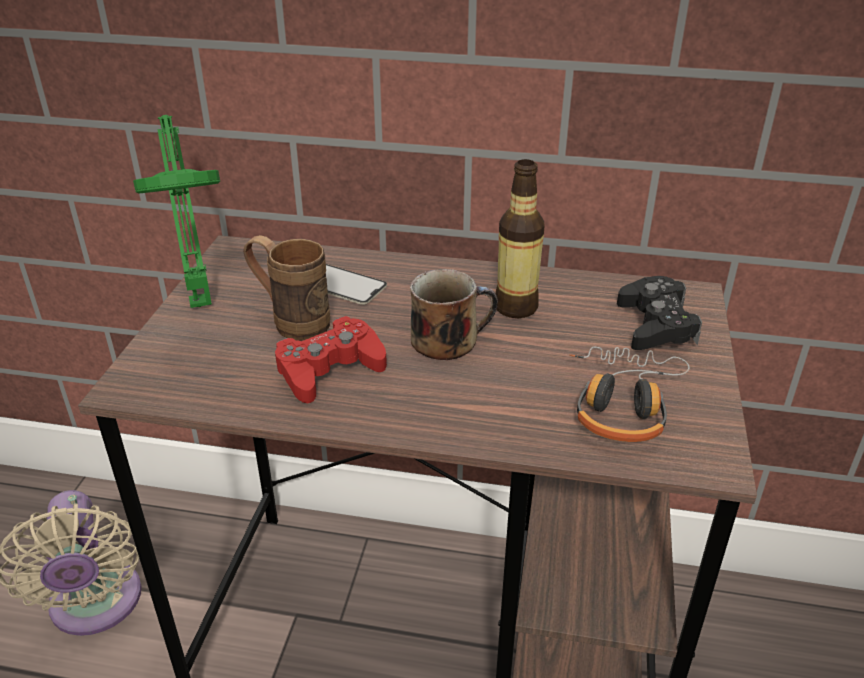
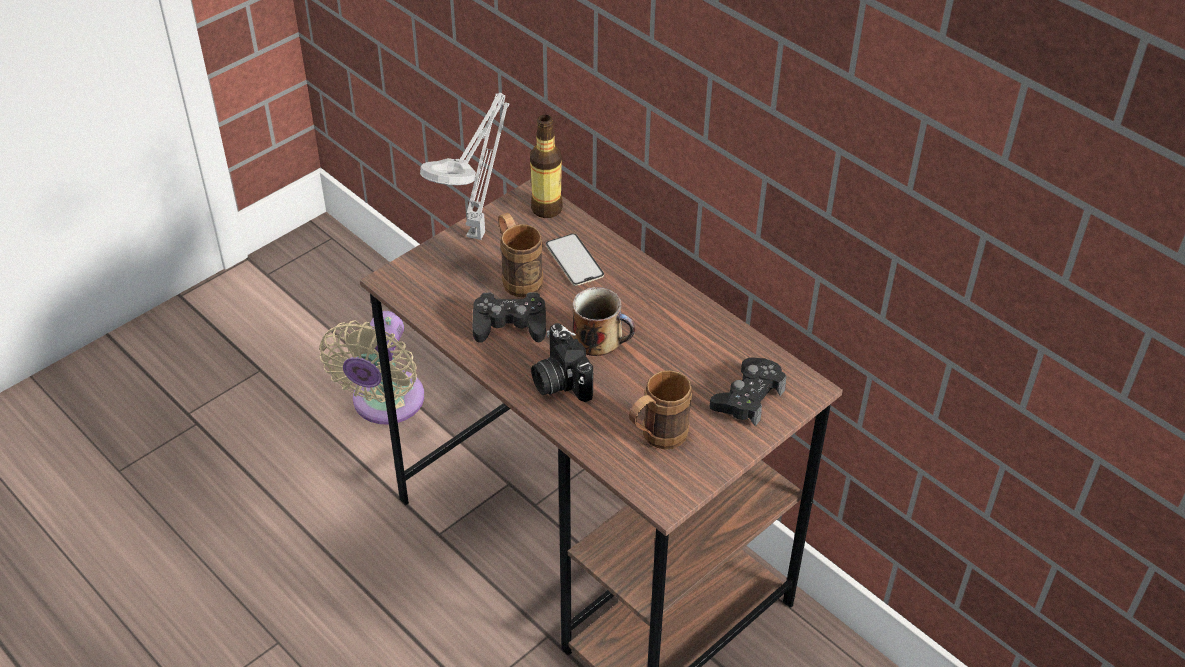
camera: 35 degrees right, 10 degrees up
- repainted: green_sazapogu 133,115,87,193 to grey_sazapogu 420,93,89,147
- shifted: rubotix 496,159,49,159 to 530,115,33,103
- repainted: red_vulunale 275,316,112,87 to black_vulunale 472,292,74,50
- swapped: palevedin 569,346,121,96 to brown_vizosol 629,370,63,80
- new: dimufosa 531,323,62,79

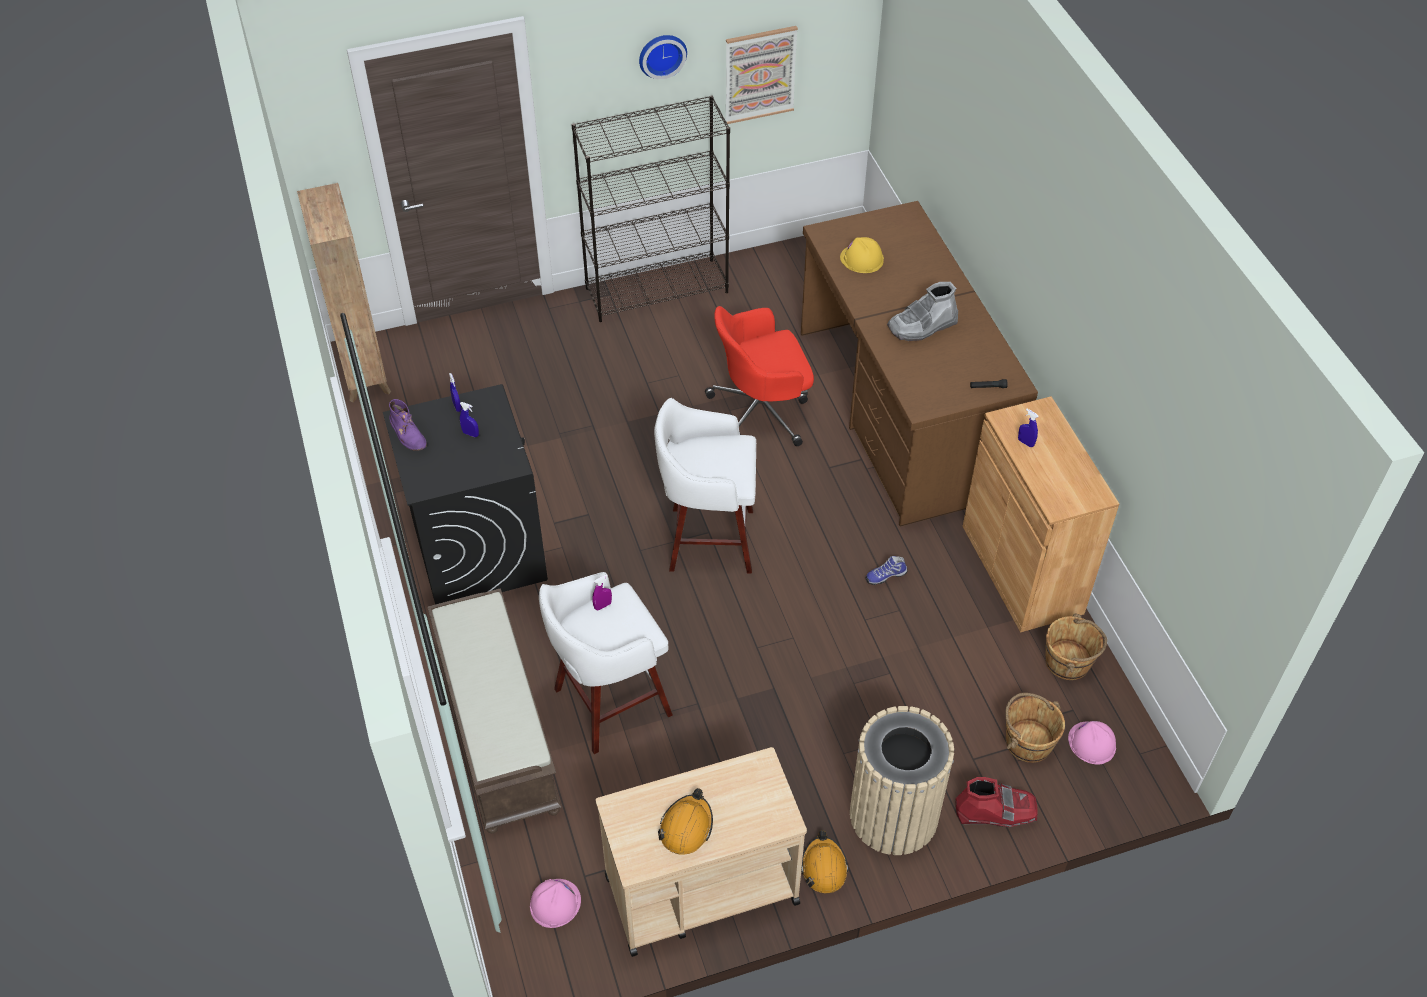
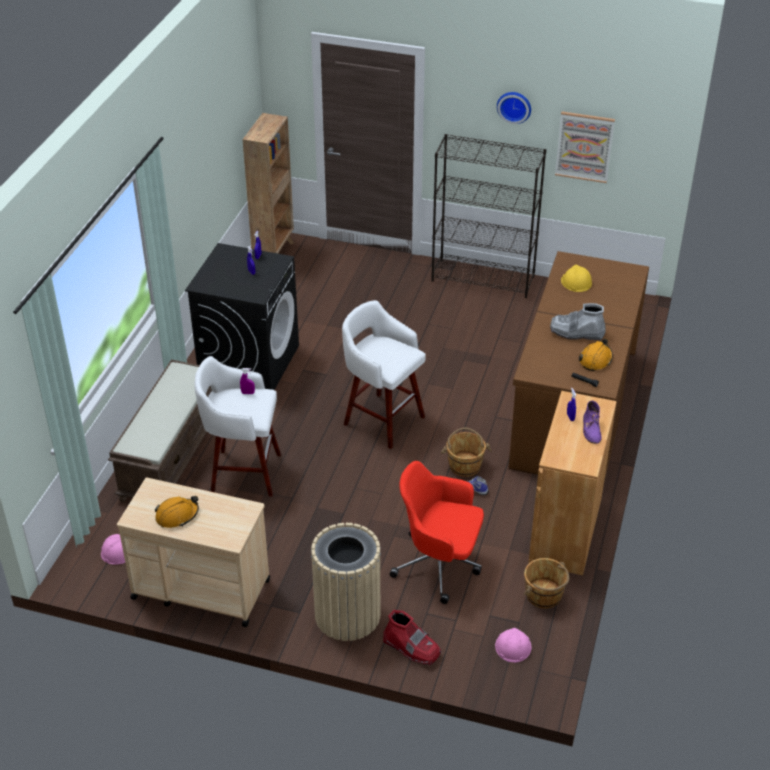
camera: 35 degrees right, 10 degrees down
- shifted: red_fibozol 705,306,109,140 to 390,461,94,143
- shifted: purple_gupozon 389,399,38,52 to 583,401,18,43
- shifted: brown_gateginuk 1005,693,60,70 to 440,428,52,49
- shifted: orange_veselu 801,830,48,63 to 579,339,34,32

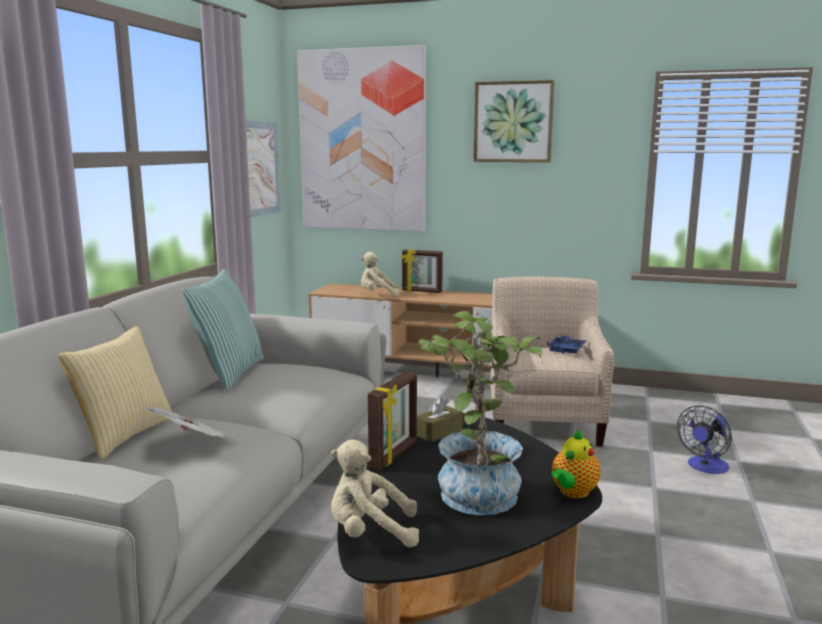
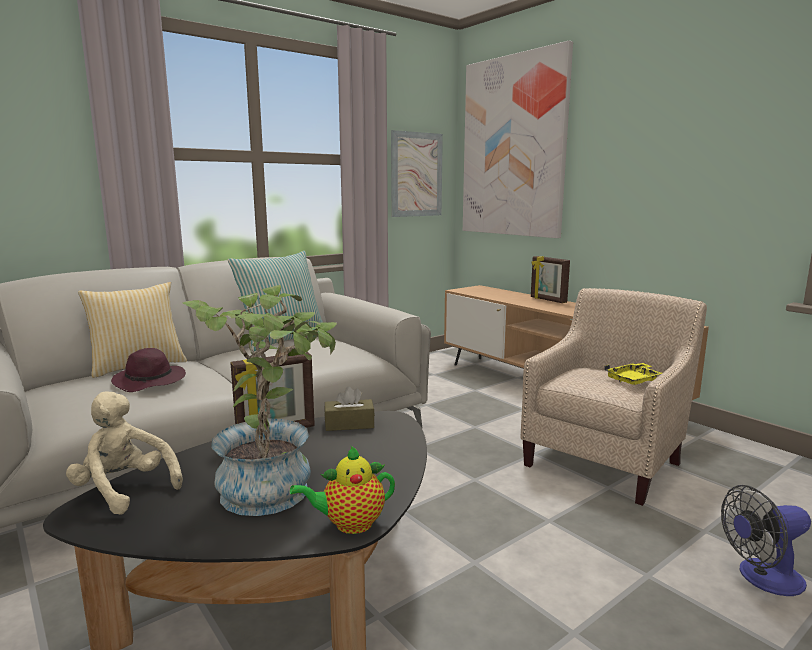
camera: 35 degrees right, 0 degrees up
- gone: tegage 473,80,81,82
- gone: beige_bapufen 361,252,38,45
- repainted: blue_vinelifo 547,335,40,19 to yellow_vinelifo 604,363,58,22
- swapped: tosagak 142,407,95,31 to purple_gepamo 111,348,75,44

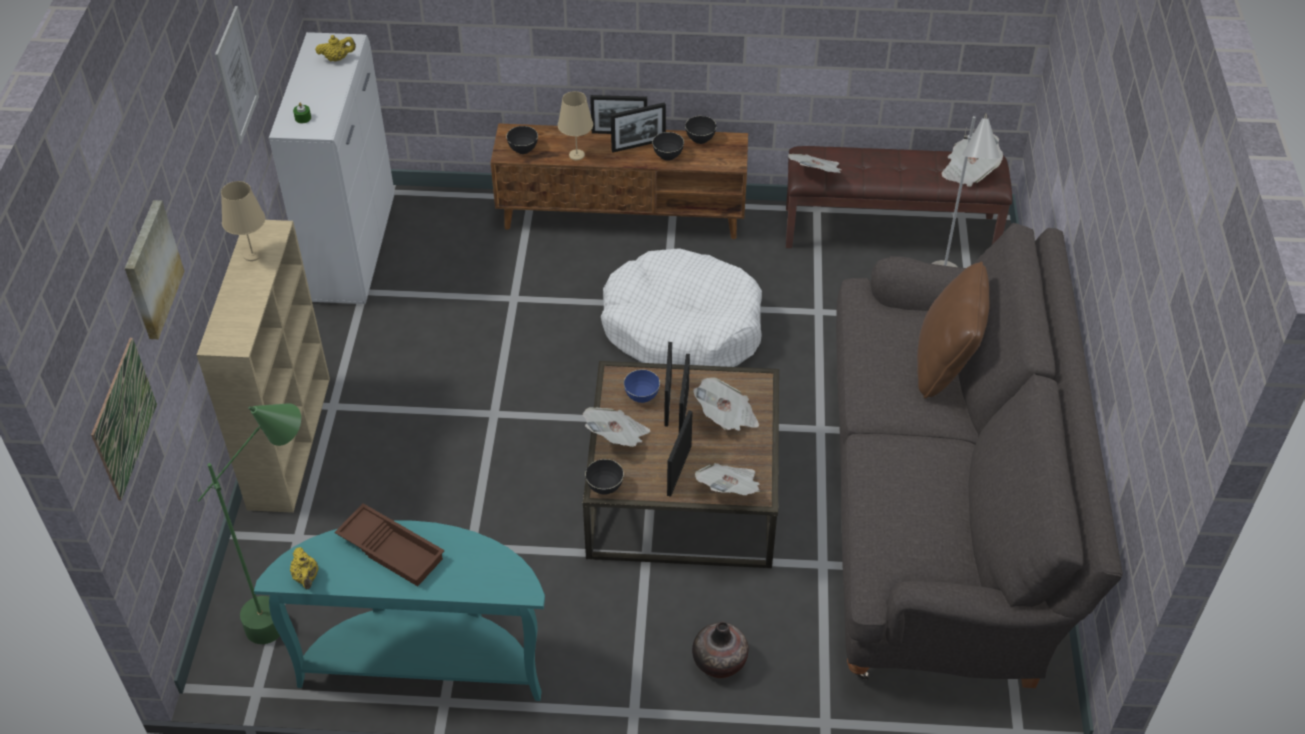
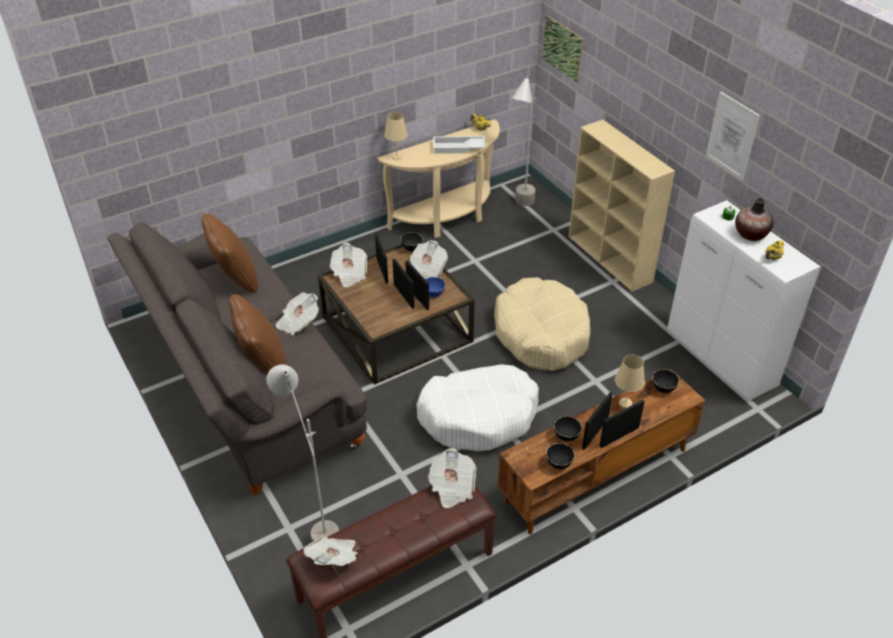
camera: 145 degrees right, 5 degrees down
- shifted: beige_sazapogu 221,181,44,80 to 384,112,24,48
- gone: tegage 125,200,59,139
- shifted: tosagak 693,378,66,53 to 276,292,43,43
- repainted: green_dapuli 198,403,103,241 to grey_dapuli 511,75,27,131
- repainted: brown_vinelifo 335,503,109,83 to white_vinelifo 433,136,53,18
- repainted: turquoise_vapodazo 254,521,291,180 to beige_vapodazo 377,119,123,119
- shifted: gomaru 692,622,56,56 to 735,198,39,43
- new: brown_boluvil 201,214,57,79
- new: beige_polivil 494,277,96,94

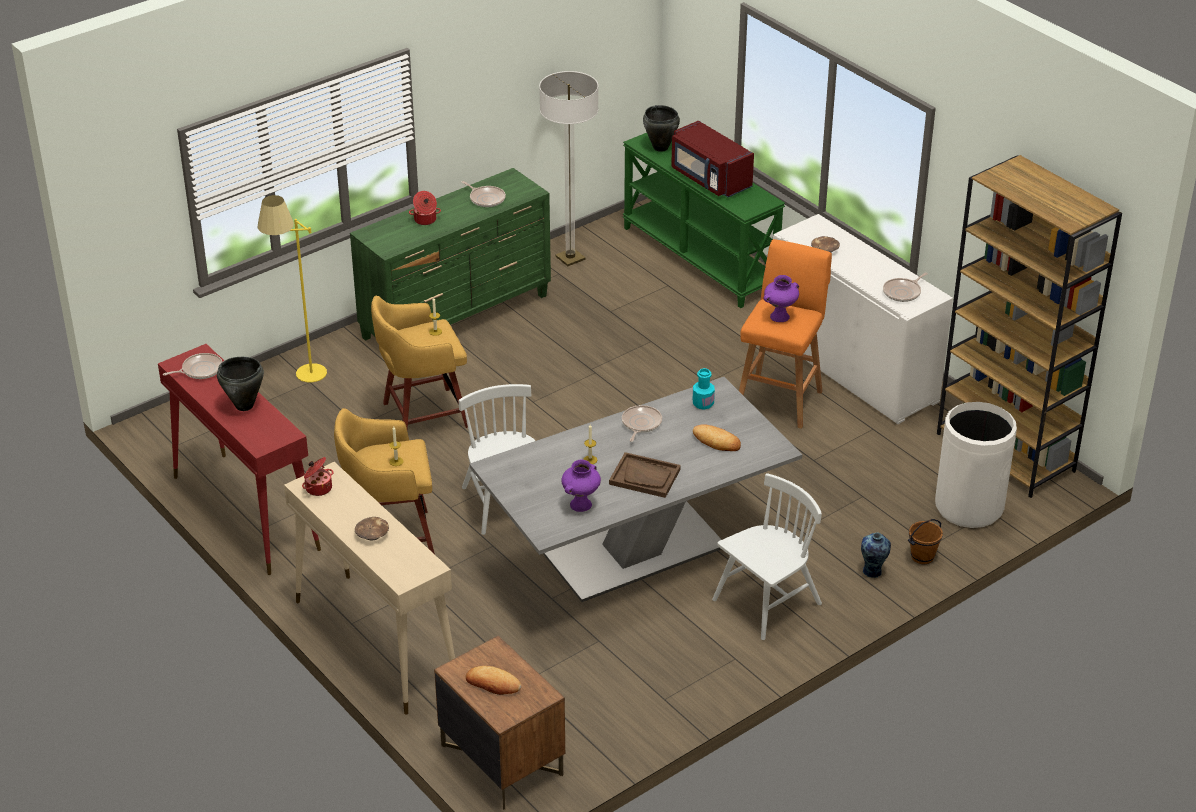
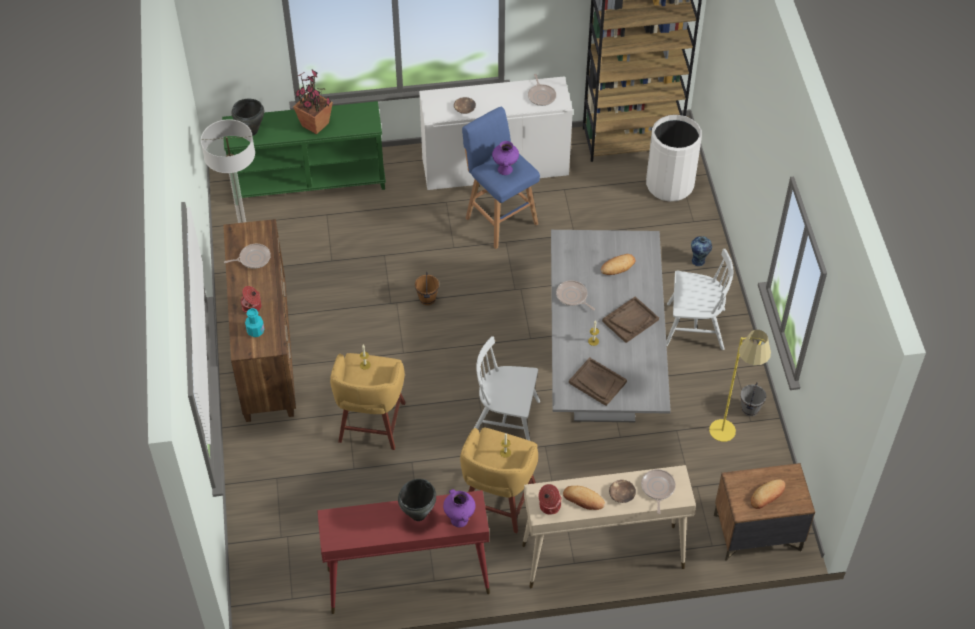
camera: 60 degrees left, 15 degrees up
- swapped: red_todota 671,121,83,76 to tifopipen 293,69,40,65
- repainted: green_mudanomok 350,168,201,173 to brown_mudanomok 223,219,73,203
- shifted: yellow_dapuli 258,195,69,187 to 709,330,62,112
- repainted: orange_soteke 739,239,93,190 to blue_soteke 462,107,78,142
- shifted: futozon 163,353,59,26 to 641,469,35,45
- shifted: turquoise_rubotix 693,368,22,42 to 245,308,19,29
- shifted: purple_gomaru 562,460,39,52 to 443,489,33,38
- rotated: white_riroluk 712,473,110,167 = 666,249,67,101 105 degrees clockwise
- shifted: brown_gateginuk 908,519,35,45 to 415,272,24,33
- new: brown_vinelifo 569,357,58,49
- new: grey_gateginuk 740,382,26,34
- new: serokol 563,486,42,24

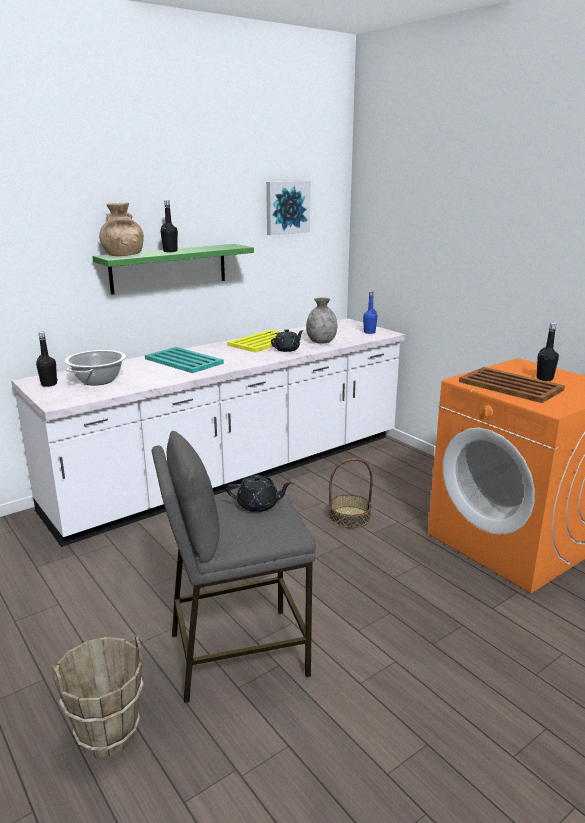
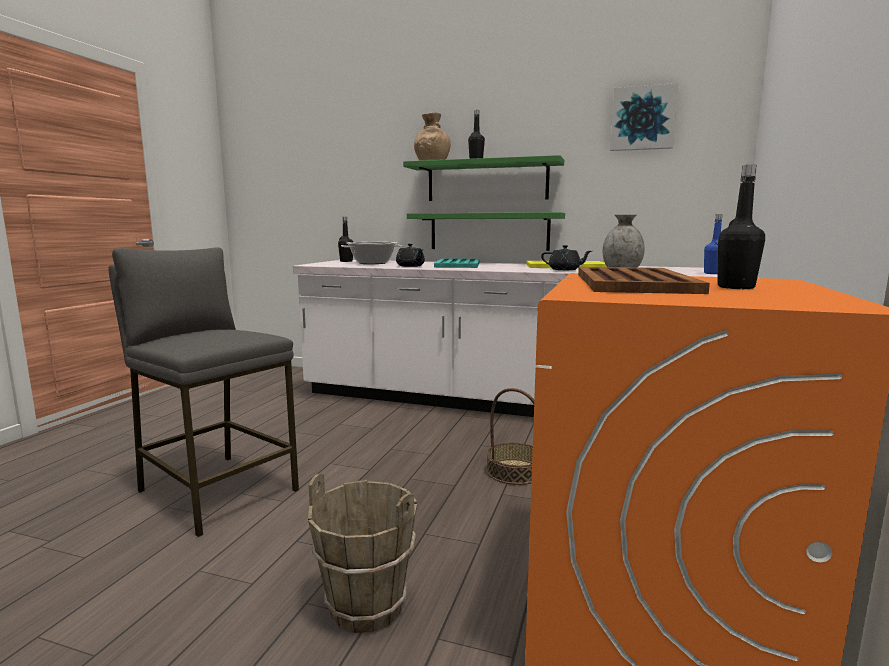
camera: 55 degrees right, 10 degrees down
- shifted: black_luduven 226,475,67,37 to 396,244,29,23
- shifted: brown_gateginuk 51,635,93,122 to 308,474,109,159
- new: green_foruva 407,212,158,39

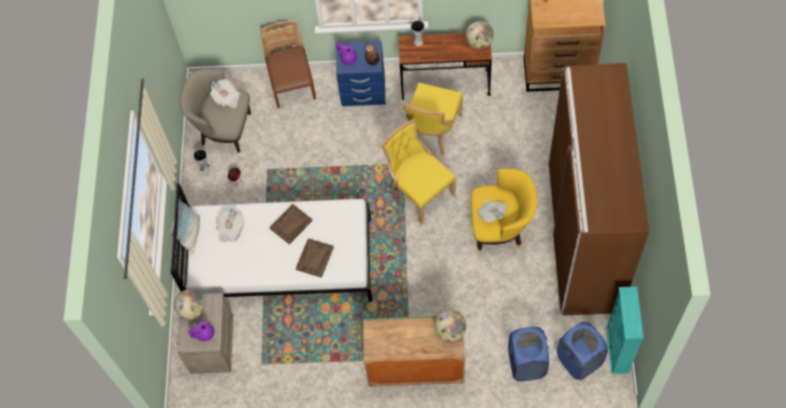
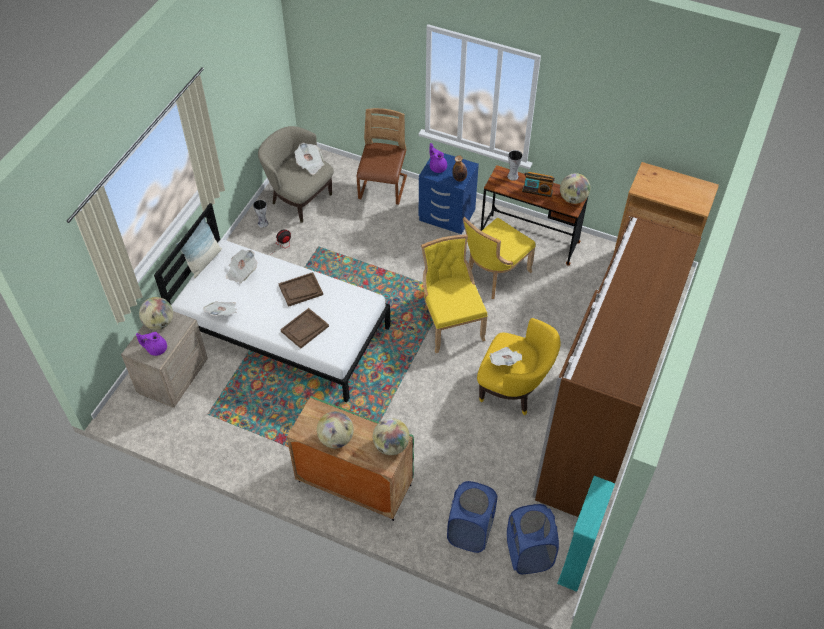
camera: 20 degrees right, 10 degrees down
- new: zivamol 522,172,33,25
- new: tosagak 203,301,34,15
- new: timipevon 317,411,37,37

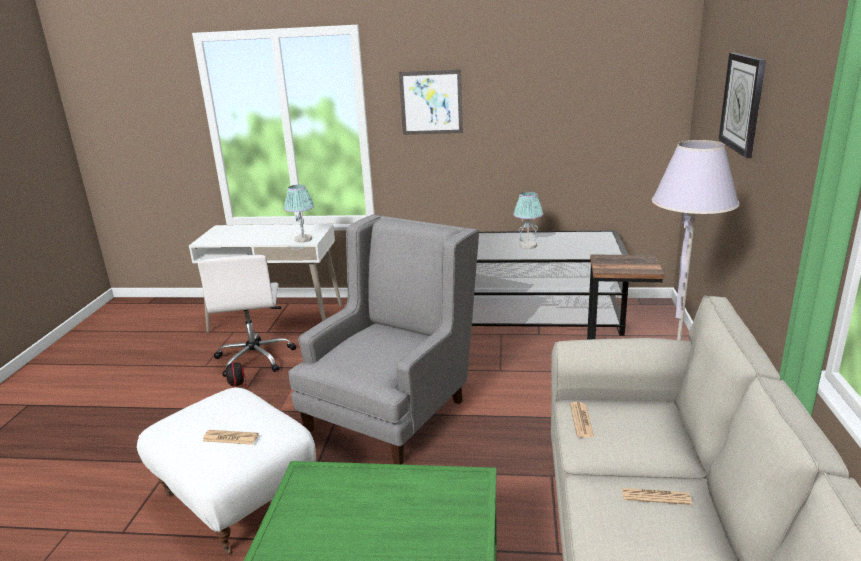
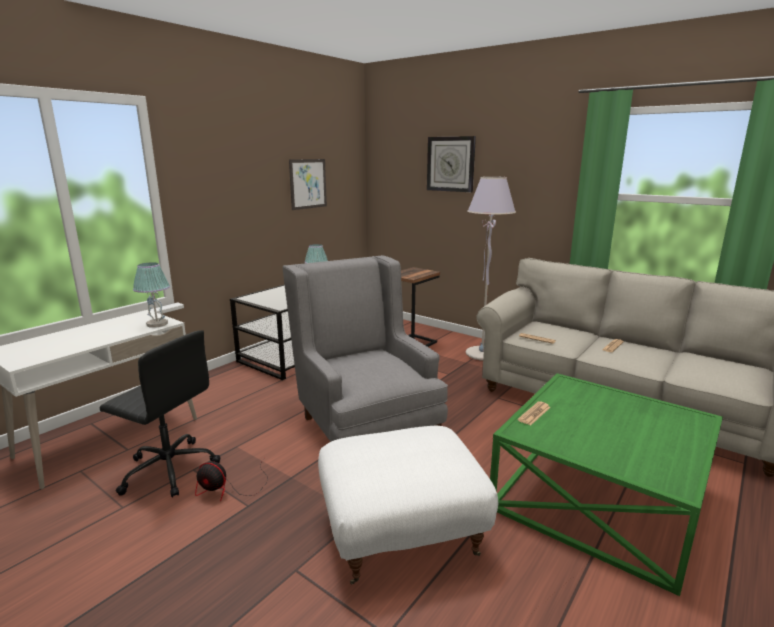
camera: 60 degrees left, 5 degrees down
- shifted: tegage 399,69,64,66 to 289,159,38,51
- repainted: white_fibozol 198,255,98,122 to black_fibozol 100,330,121,168
- shifted: tosagak 203,430,56,15 to 518,401,33,24

